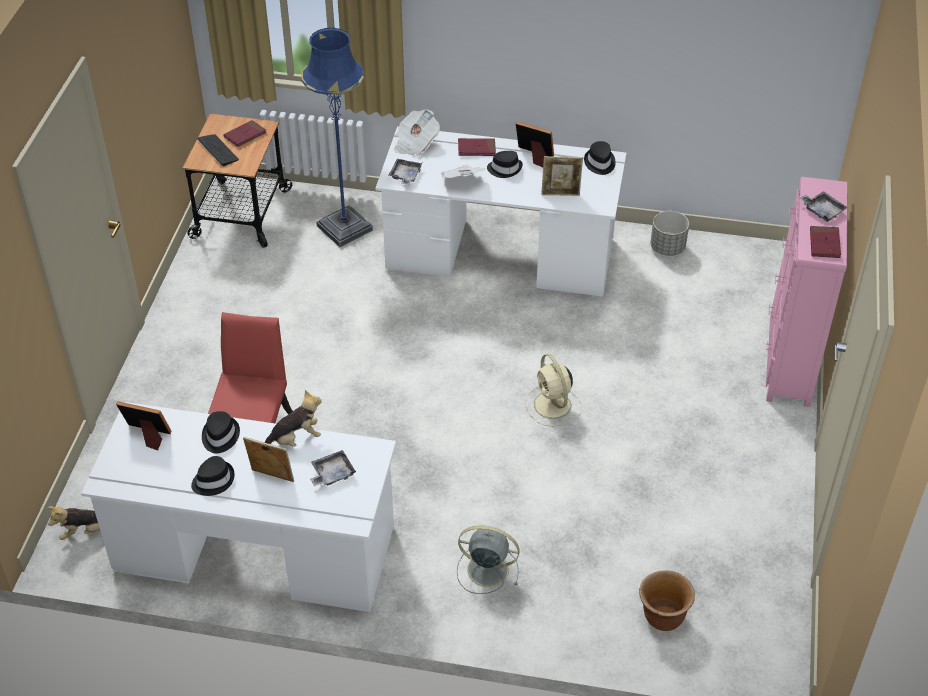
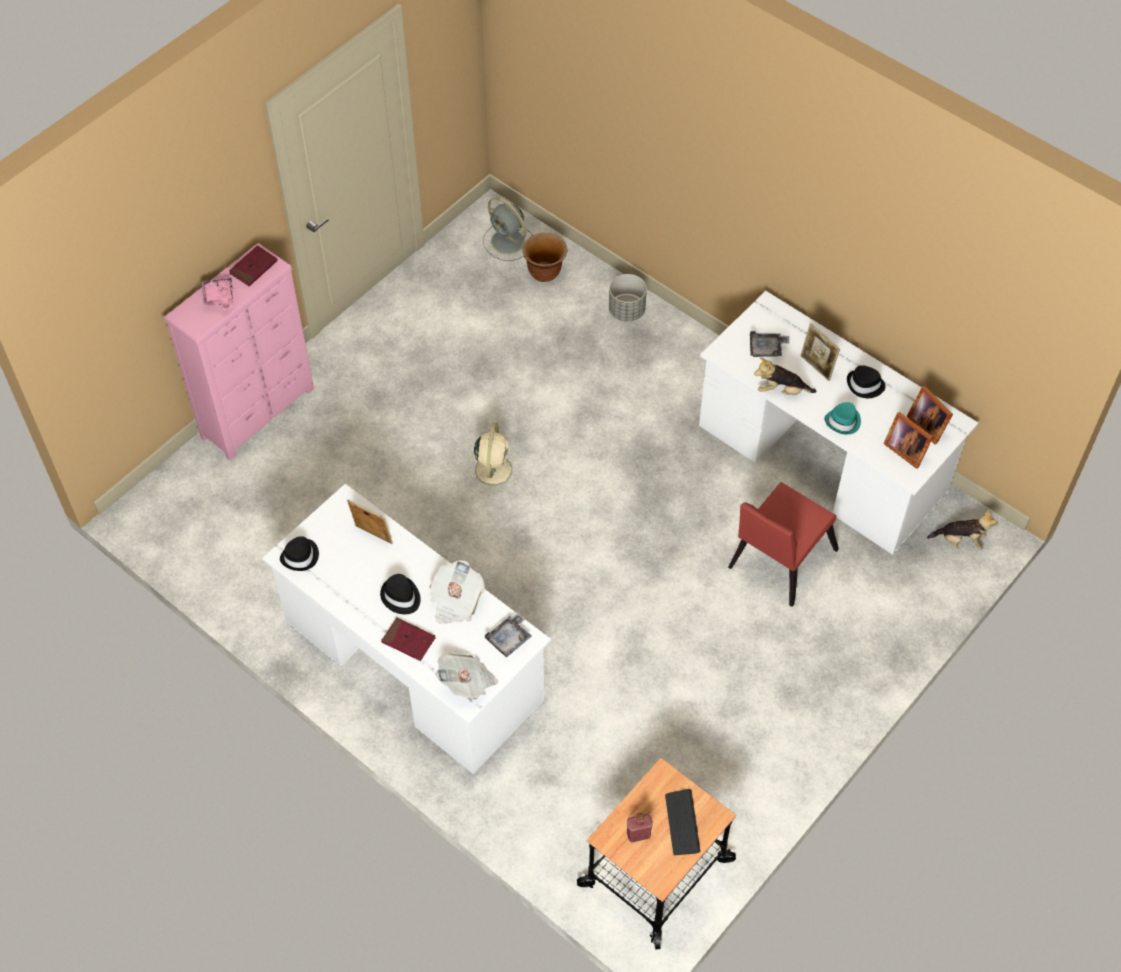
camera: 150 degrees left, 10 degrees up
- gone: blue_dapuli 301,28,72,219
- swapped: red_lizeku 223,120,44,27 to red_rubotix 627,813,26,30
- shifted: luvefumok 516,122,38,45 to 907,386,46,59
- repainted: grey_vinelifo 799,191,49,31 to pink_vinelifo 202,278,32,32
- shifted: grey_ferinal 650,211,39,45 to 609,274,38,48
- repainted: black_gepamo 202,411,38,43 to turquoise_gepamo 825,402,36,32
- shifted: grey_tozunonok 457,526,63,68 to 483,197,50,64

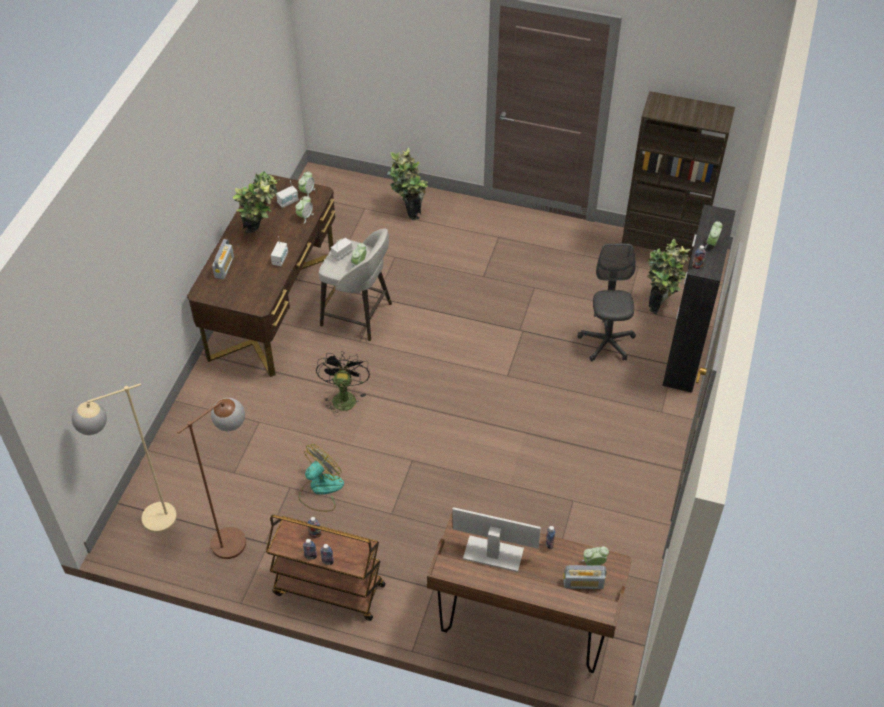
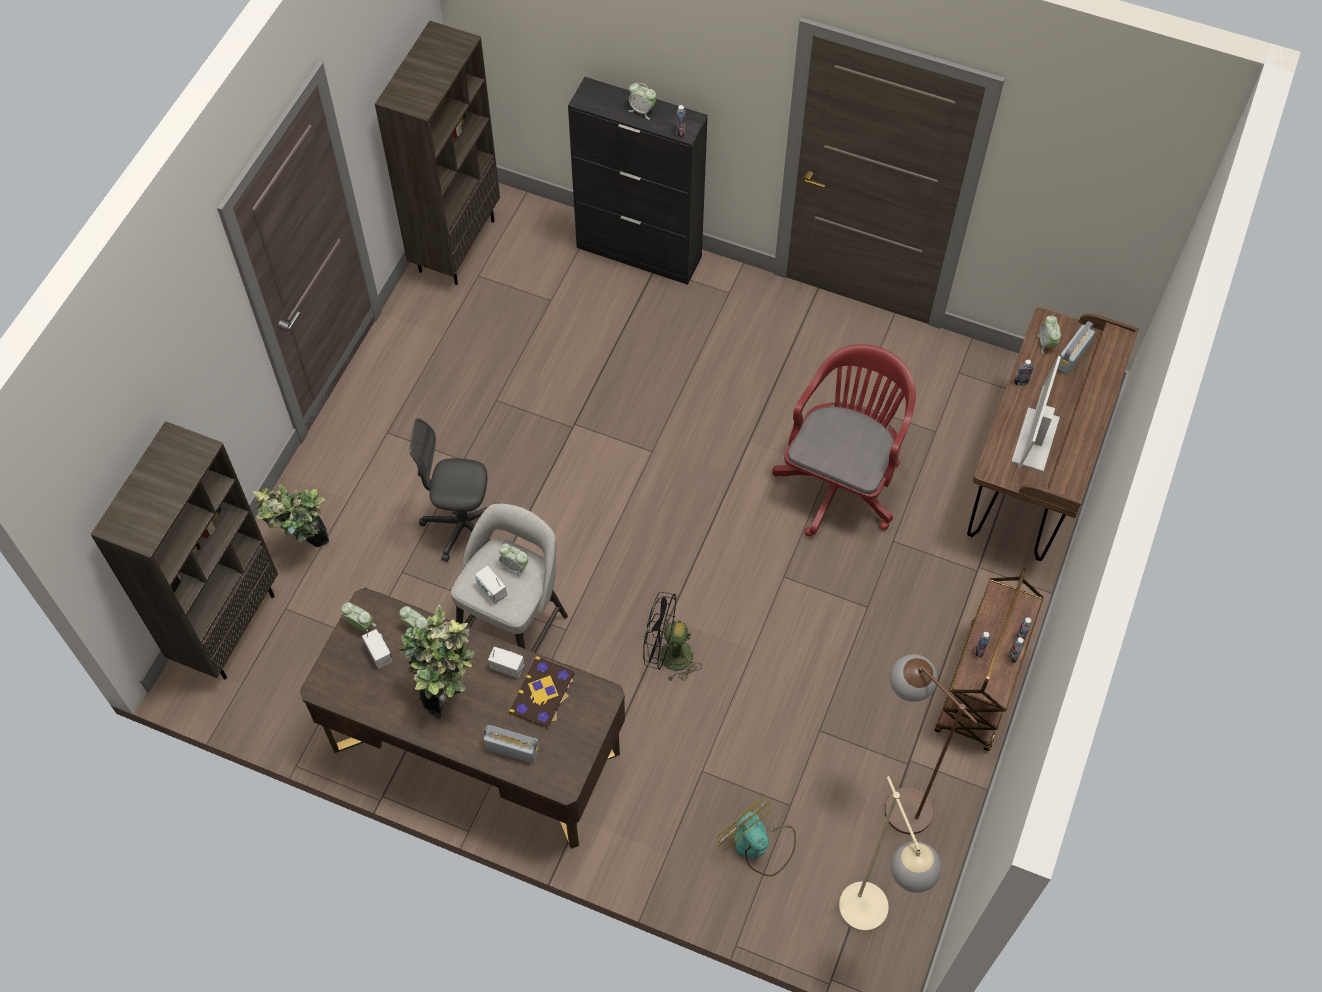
camera: 85 degrees left, 10 degrees up
- gone: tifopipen 646,239,45,76
- shifted: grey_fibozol 577,244,59,117 to 409,418,89,144
- shifted: tozunonok 298,444,46,68 to 717,798,79,78
- rotated: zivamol 564,565,42,24 = 1057,321,38,53 150 degrees counterclockwise
- new: red_fibozol 772,344,144,192
- new: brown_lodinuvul 91,421,187,258
- new: lizeku 509,656,66,73

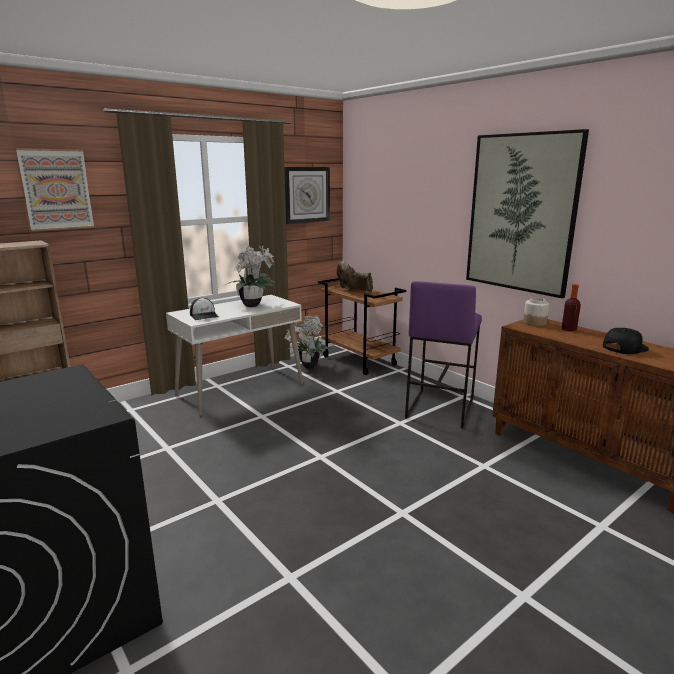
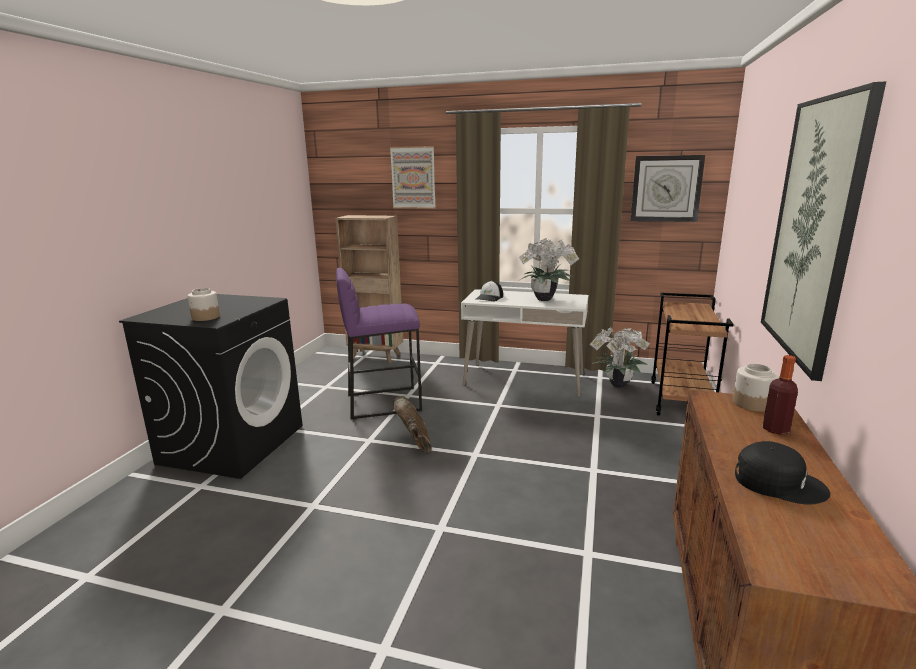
camera: 55 degrees right, 0 degrees up
- shifted: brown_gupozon 337,261,36,30 to 393,396,39,57
- shifted: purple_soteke 405,281,77,148 to 336,268,86,151
- new: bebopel 188,288,32,33

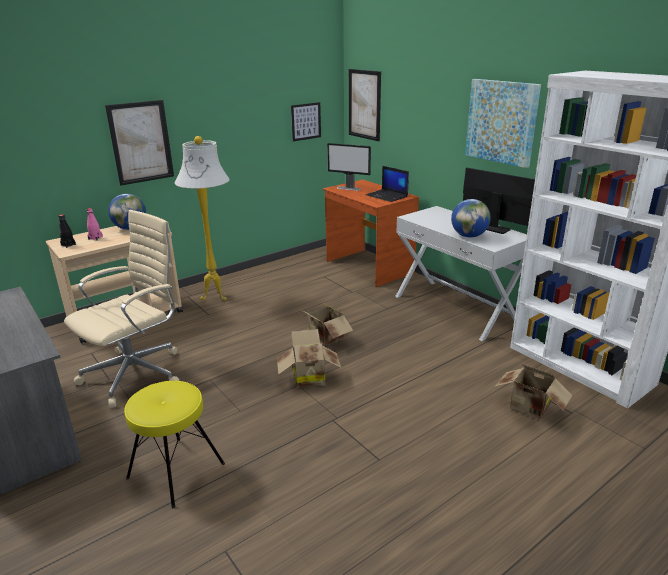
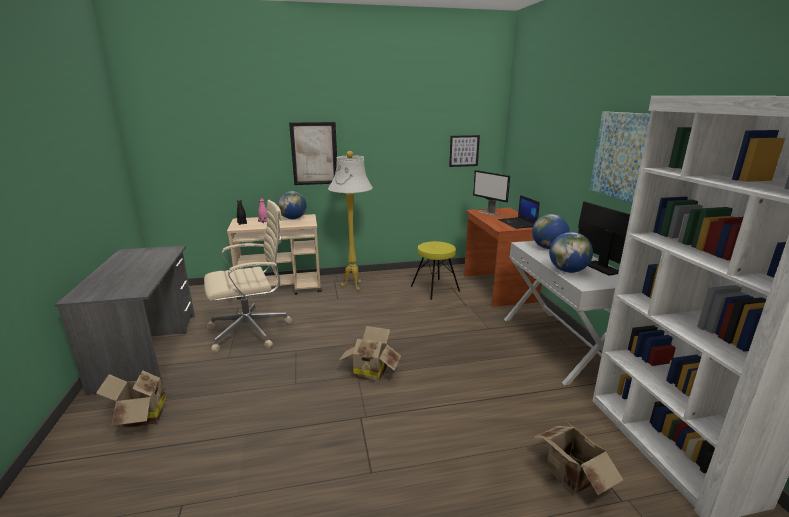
camera: 25 degrees right, 5 degrees down
- gone: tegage 349,69,32,72
- shifted: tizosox 298,302,55,44 to 96,370,70,58
- shifted: yellow_soteke 124,381,101,127 to 411,241,49,59
- new: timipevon 532,214,37,35

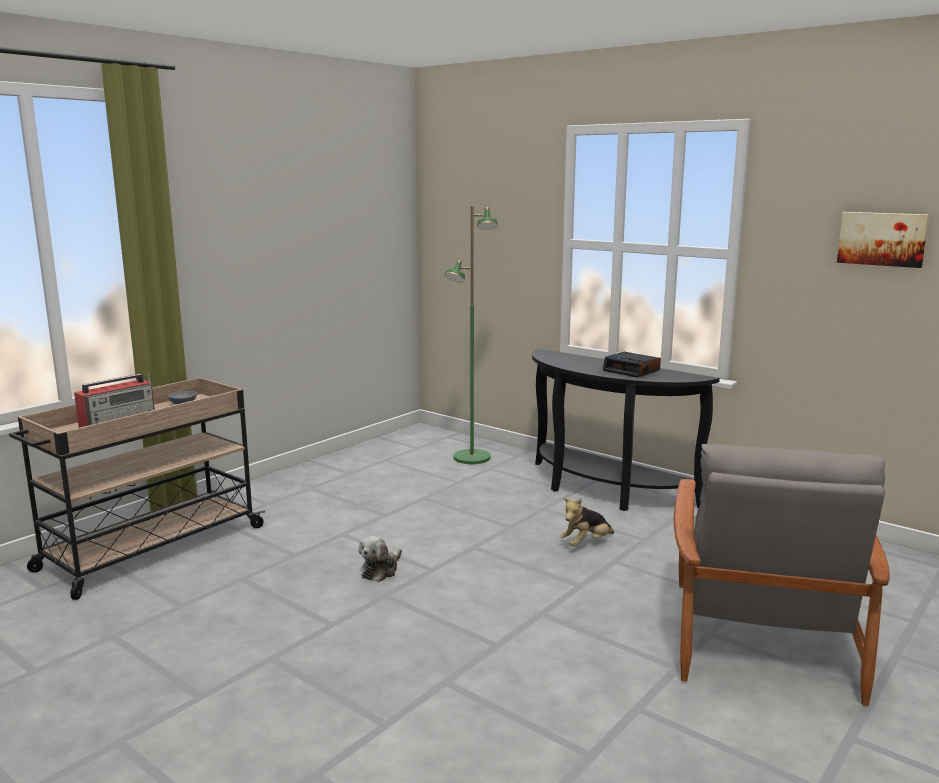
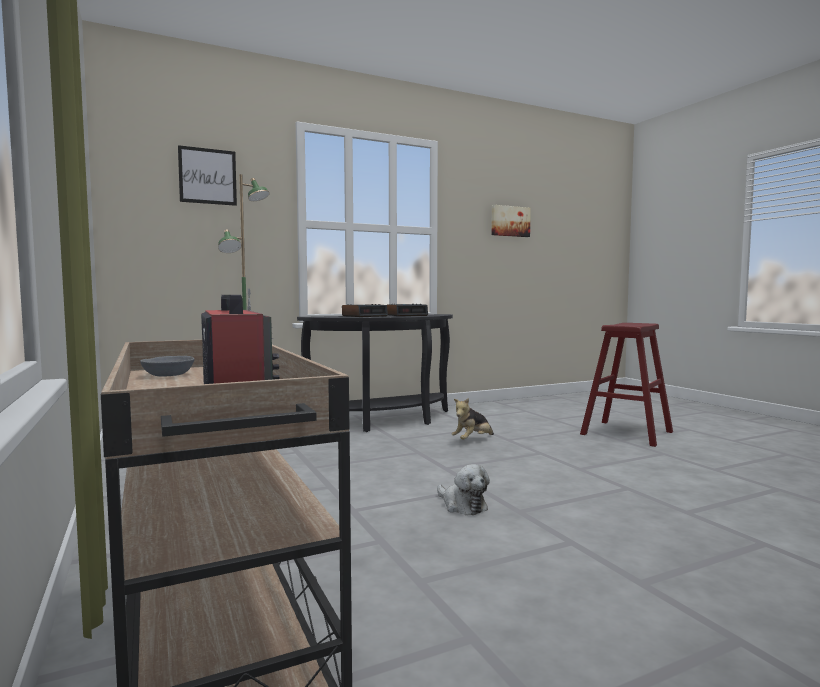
camera: 65 degrees left, 10 degrees down
- swapped: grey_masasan 673,444,217,262 to red_soteke 580,323,93,124
- rotated: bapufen 560,498,54,48 = 451,398,43,41 60 degrees clockwise
- new: tegage 178,145,59,61
- new: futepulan 342,304,46,13

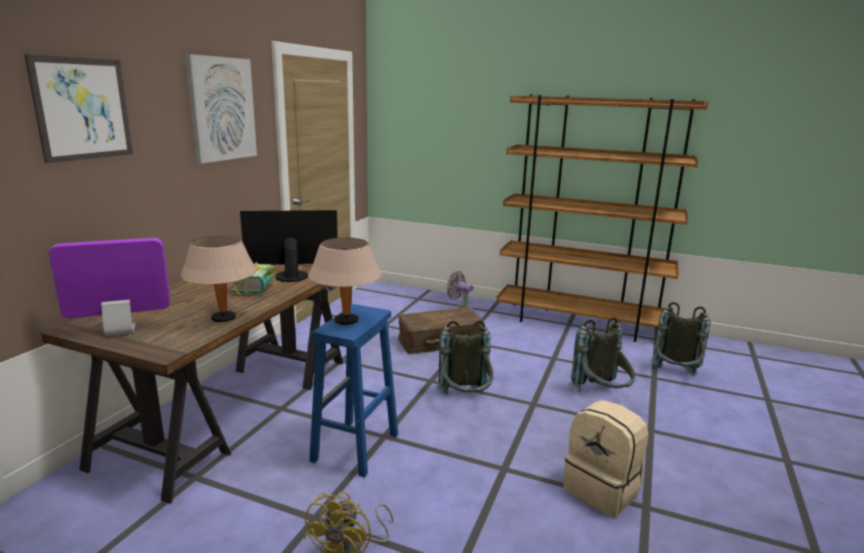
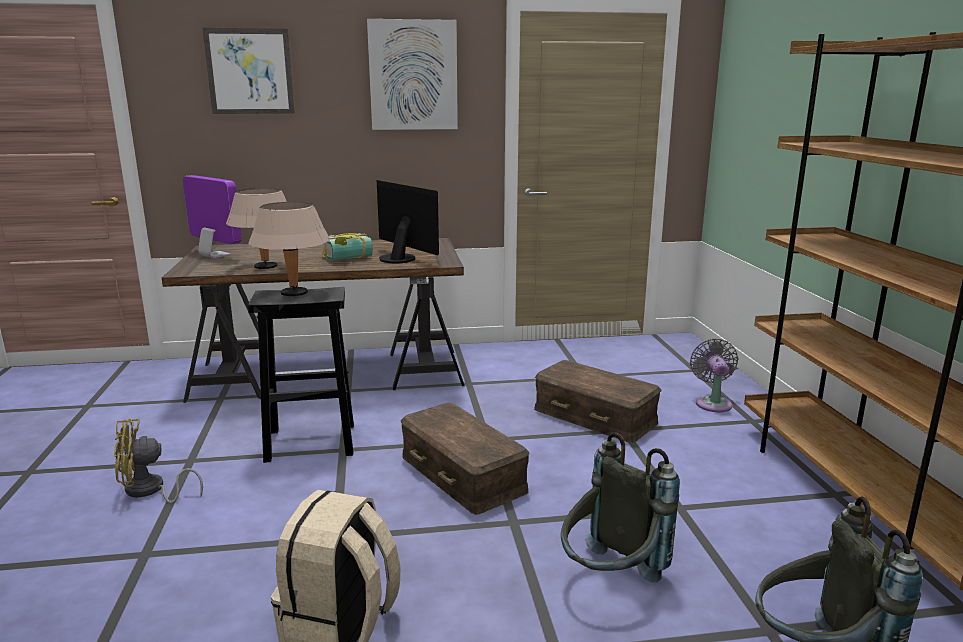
camera: 60 degrees right, 0 degrees up
- repainted: blue_soteke 309,304,89,174 to black_soteke 248,287,106,176
- swapped: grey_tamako 435,320,59,74 to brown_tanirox 401,403,129,112

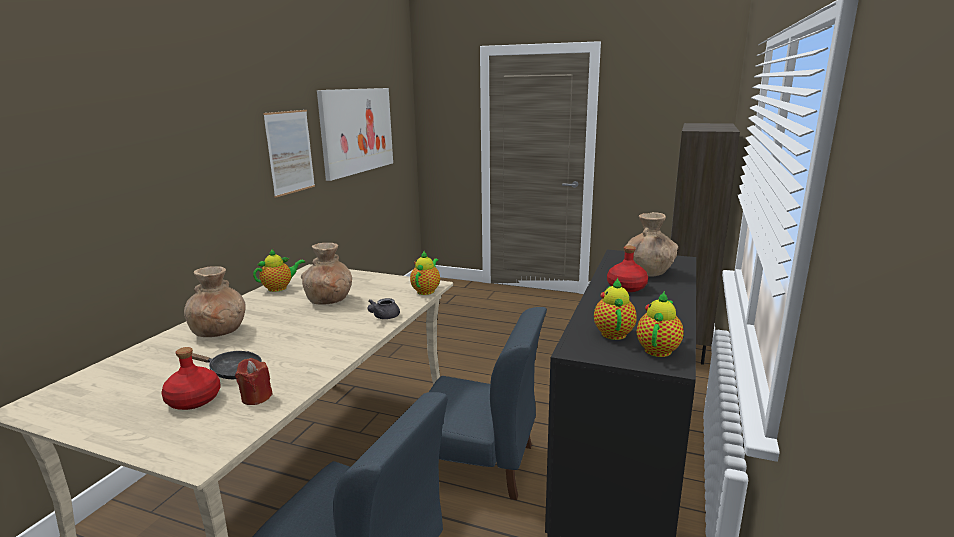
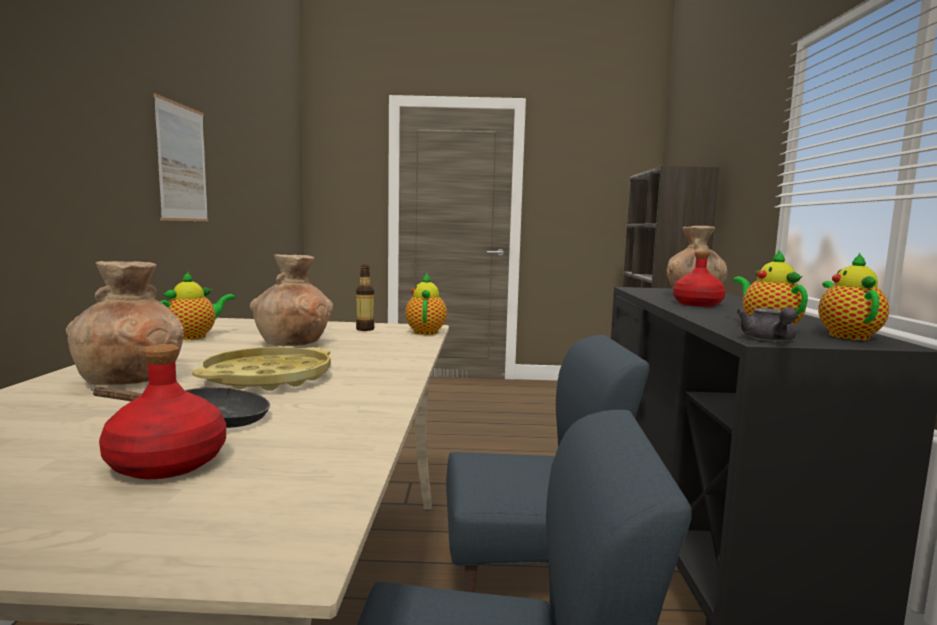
camera: 20 degrees left, 10 degrees down
- gone: tegage 317,88,76,93
- shifted: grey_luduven 367,298,33,21 to 737,307,61,35
- gone: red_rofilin 235,358,38,47
- new: rubotix 356,265,18,66
- new: yellow_vinelifo 192,347,139,44

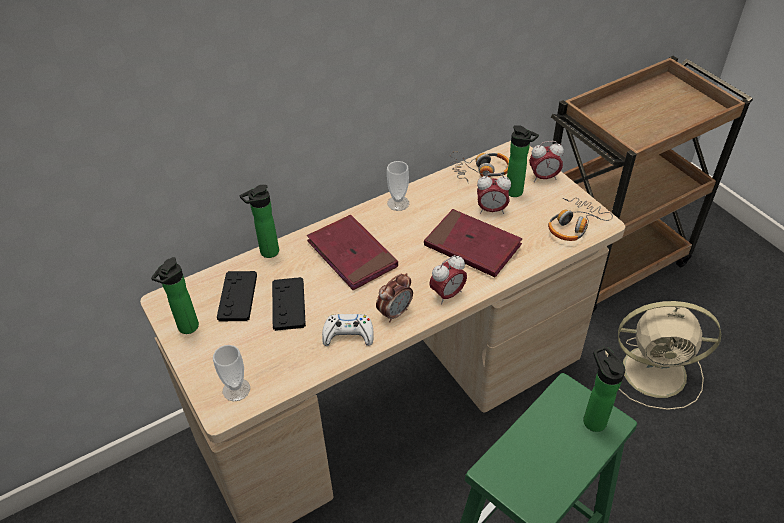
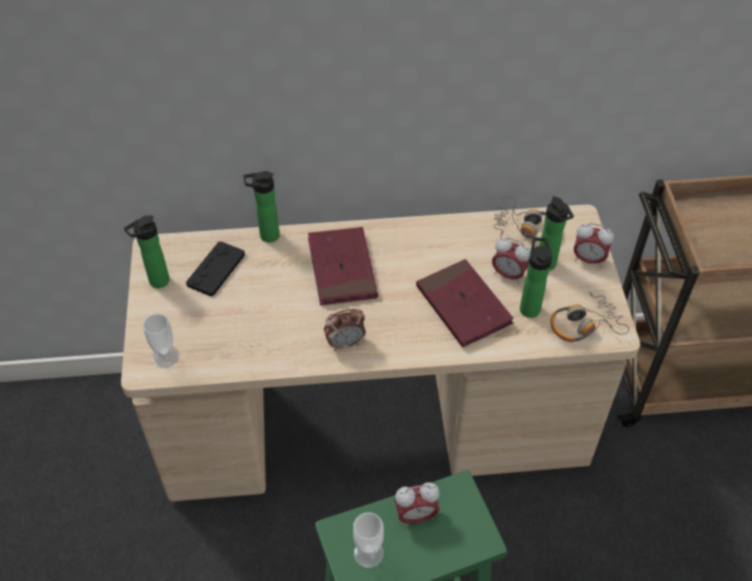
camera: 25 degrees right, 5 degrees up
- shifted: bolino 387,161,22,50 to 353,513,31,55
- shifted: futepulan 429,255,38,49 to 394,482,46,44
- gone: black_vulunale 272,277,34,54
- gone: beige_tozunonok 605,301,116,109
- gone: white_vulunale 322,314,52,32
- shifted: rubotix 583,346,42,86 to 520,238,32,80

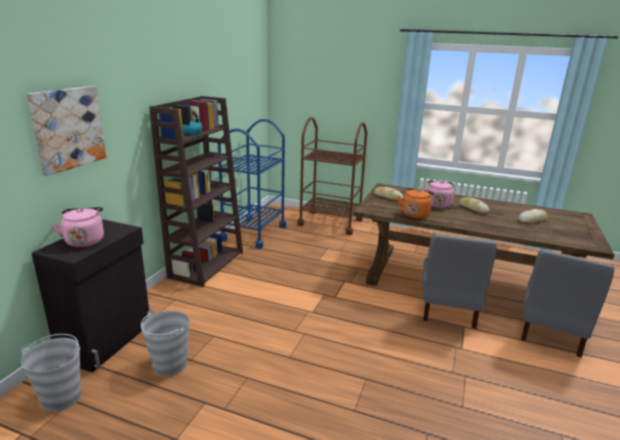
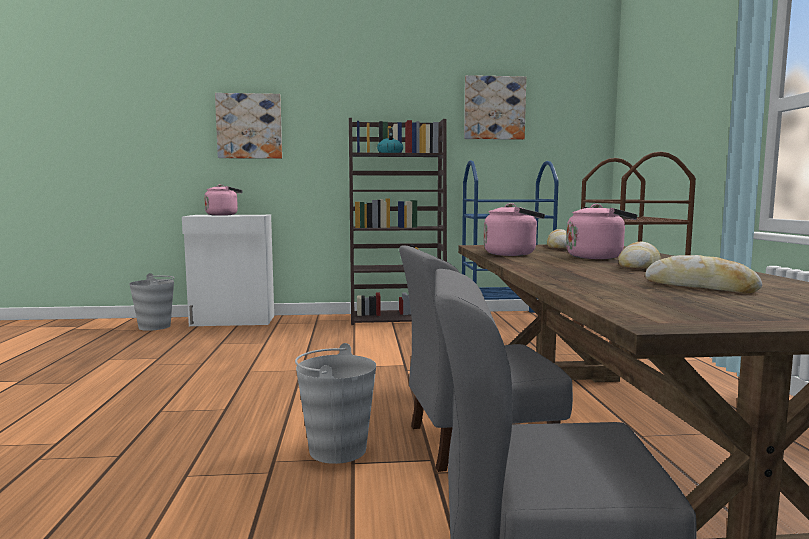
camera: 65 degrees right, 15 degrees down
- repainted: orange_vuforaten 397,188,37,31 to pink_vuforaten 484,203,61,53
- repainted: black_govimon 32,219,117,153 to white_govimon 182,215,92,111
- shifted: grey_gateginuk 141,310,49,66 to 295,343,81,121
- new: tegage 464,75,62,65

